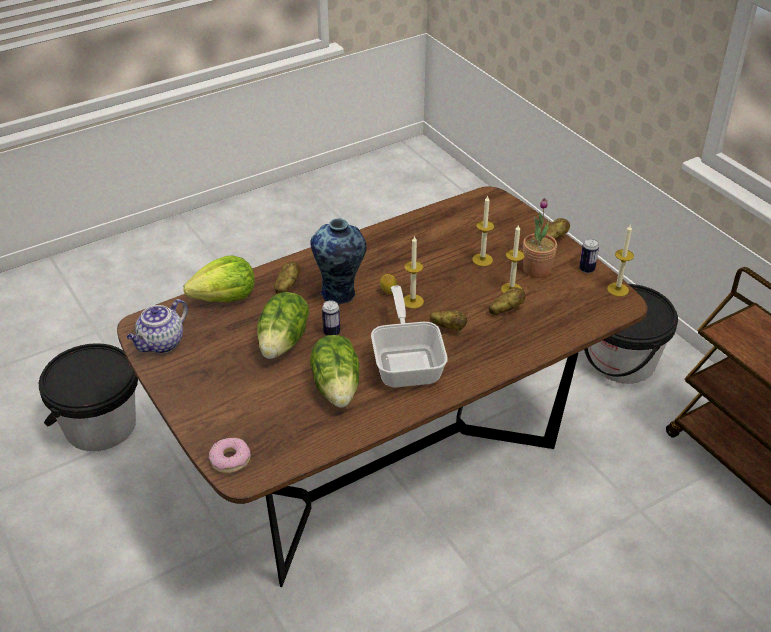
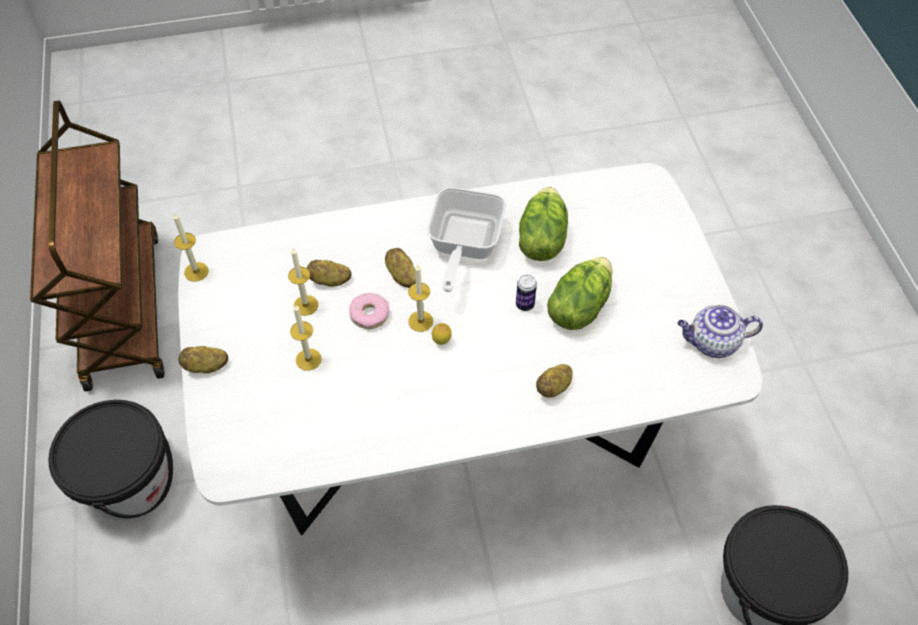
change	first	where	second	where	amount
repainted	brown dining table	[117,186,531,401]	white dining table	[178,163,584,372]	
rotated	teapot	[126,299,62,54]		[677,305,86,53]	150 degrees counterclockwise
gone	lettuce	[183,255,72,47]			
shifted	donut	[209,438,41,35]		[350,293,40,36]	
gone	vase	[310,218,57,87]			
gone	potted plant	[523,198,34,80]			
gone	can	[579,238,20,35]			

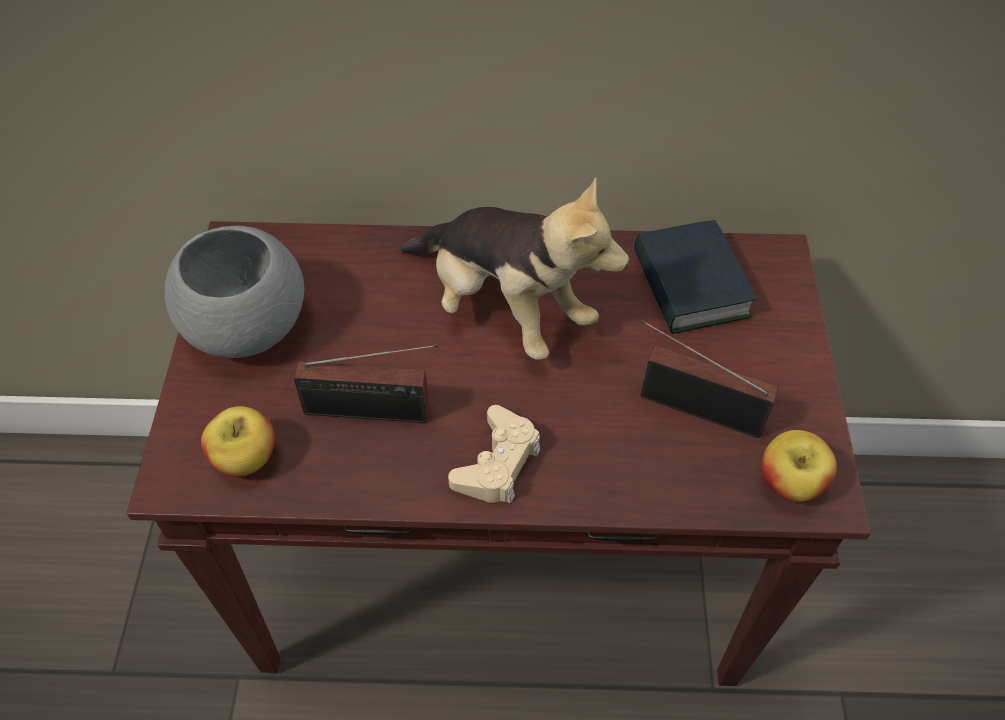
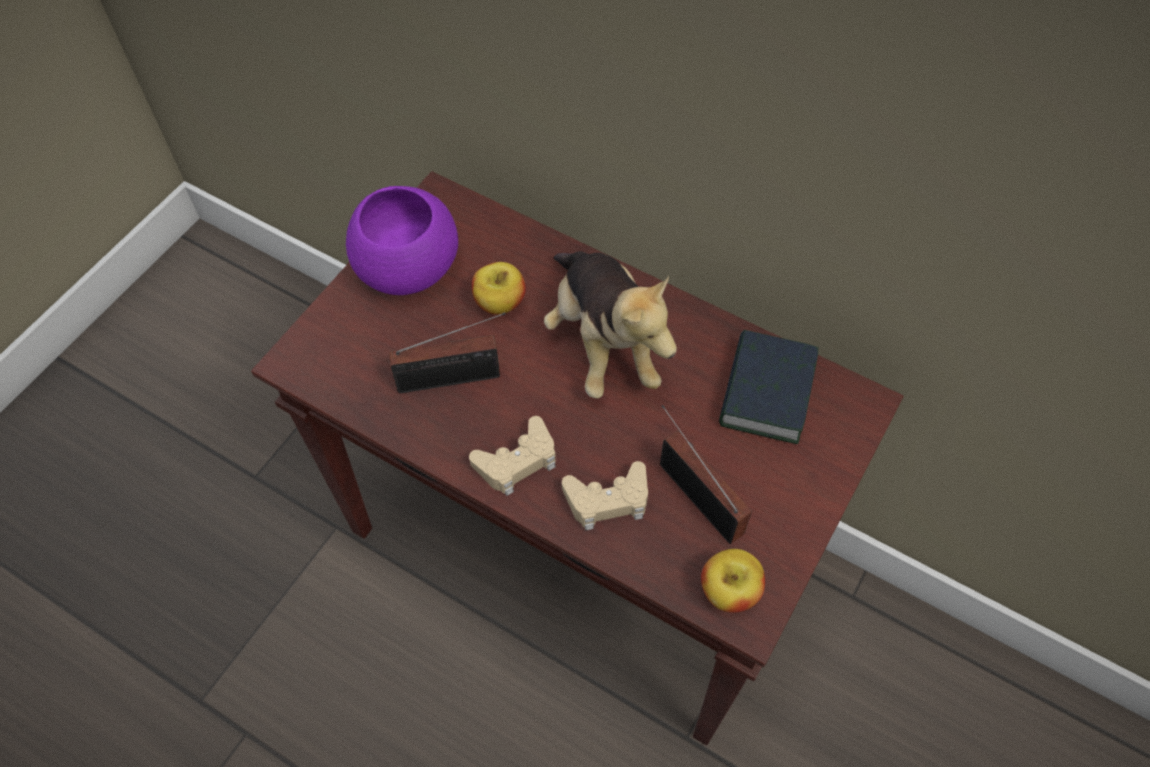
change	first	where	second	where	amount
repainted	grey bowl	[165,226,139,132]	purple bowl	[346,186,112,109]	
shifted	apple	[201,406,74,71]		[472,262,54,53]	
rotated	radio	[294,344,144,79]		[389,312,117,81]	45 degrees counterclockwise
new			beige game controller	[562,461,86,69]	

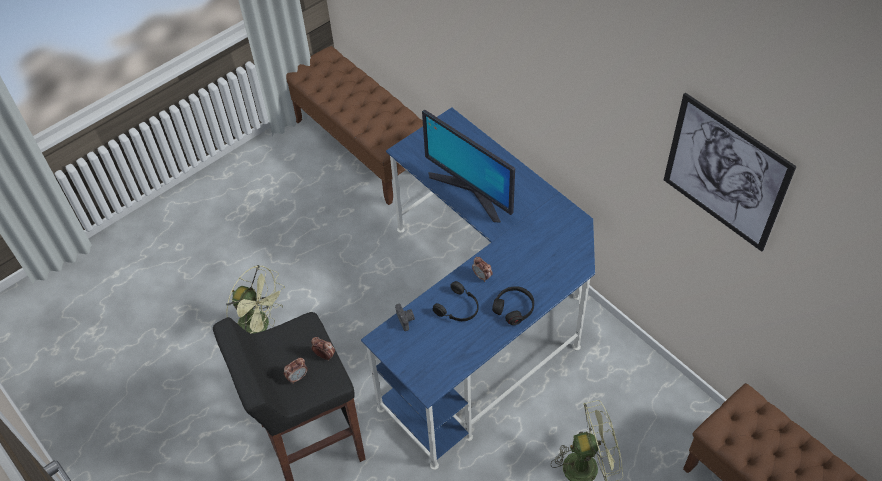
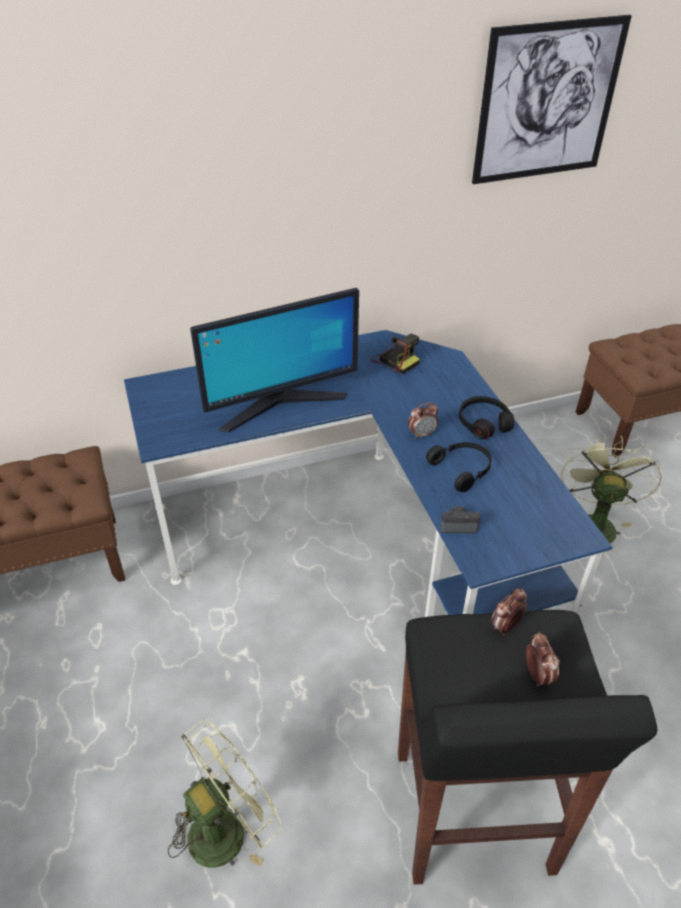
change	first	where	second	where	amount
new			photo camera	[371,334,49,40]	

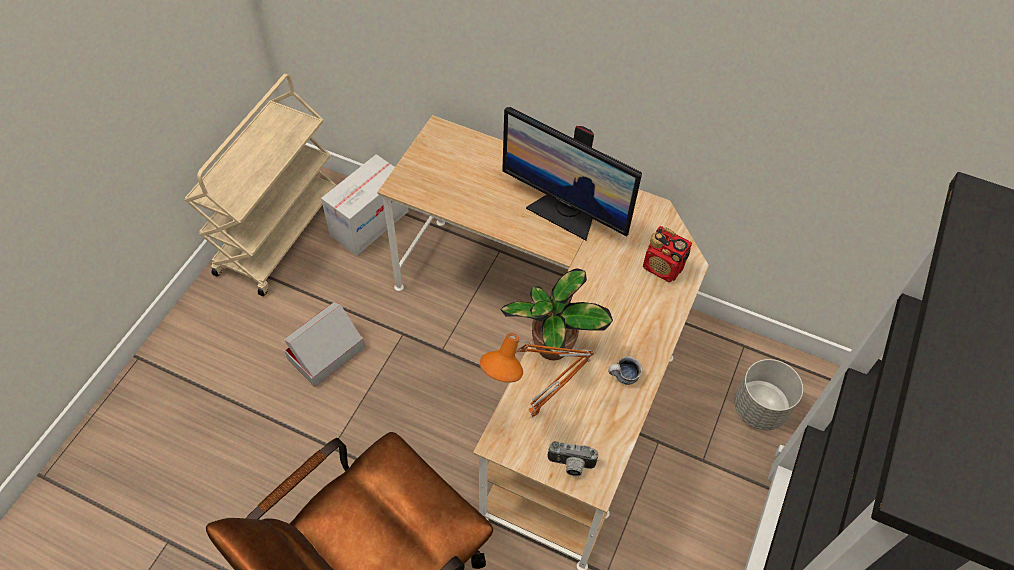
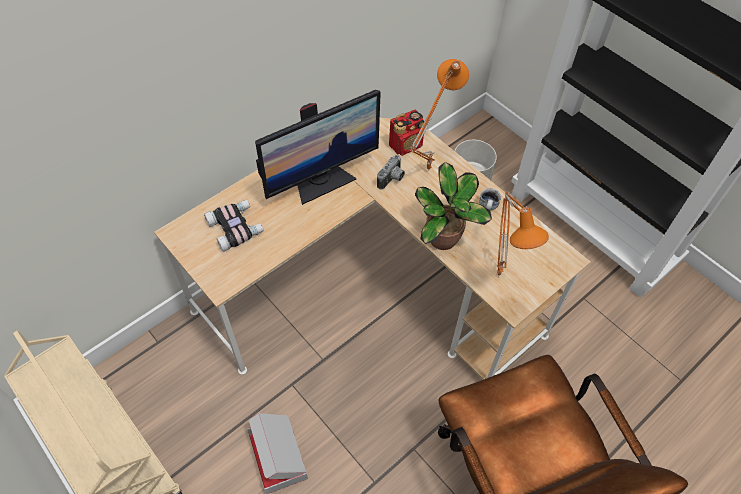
change	first	where	second	where	amount
gone	cardboard box	[321,154,88,102]			
shifted	photo camera	[548,441,51,35]		[377,155,28,34]	
new			binoculars	[204,200,60,52]	
new			orange table lamp	[410,59,59,112]	

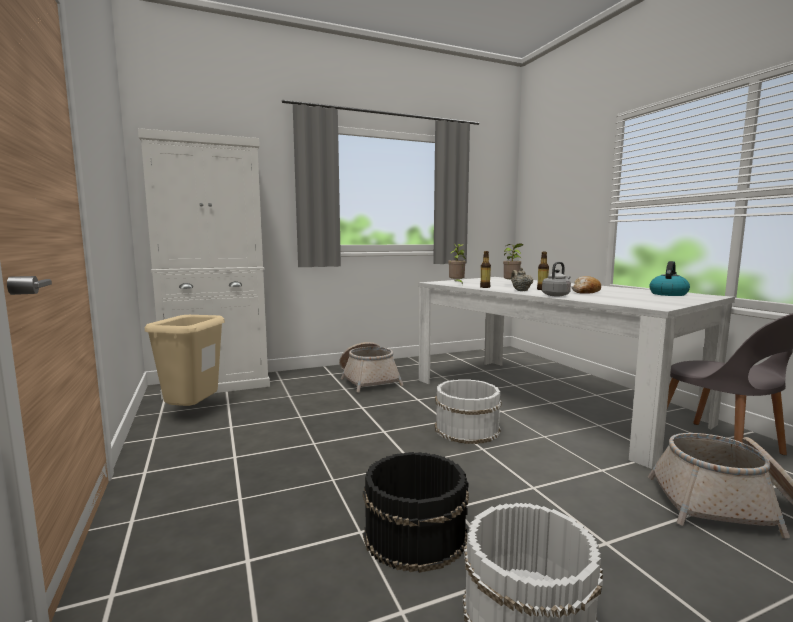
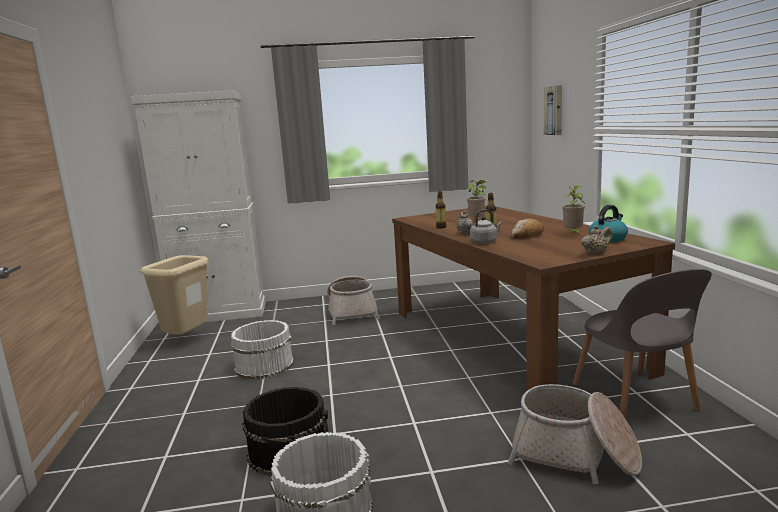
change	first	where	second	where	amount
repainted	white dining table	[418,277,317,192]	brown dining table	[392,206,283,185]	
shifted	white bucket	[435,379,67,65]		[231,320,63,59]	
shifted	potted plant	[448,243,18,42]		[562,185,23,51]	
new			picture	[544,85,18,50]	
new			beige teapot	[581,225,31,30]	

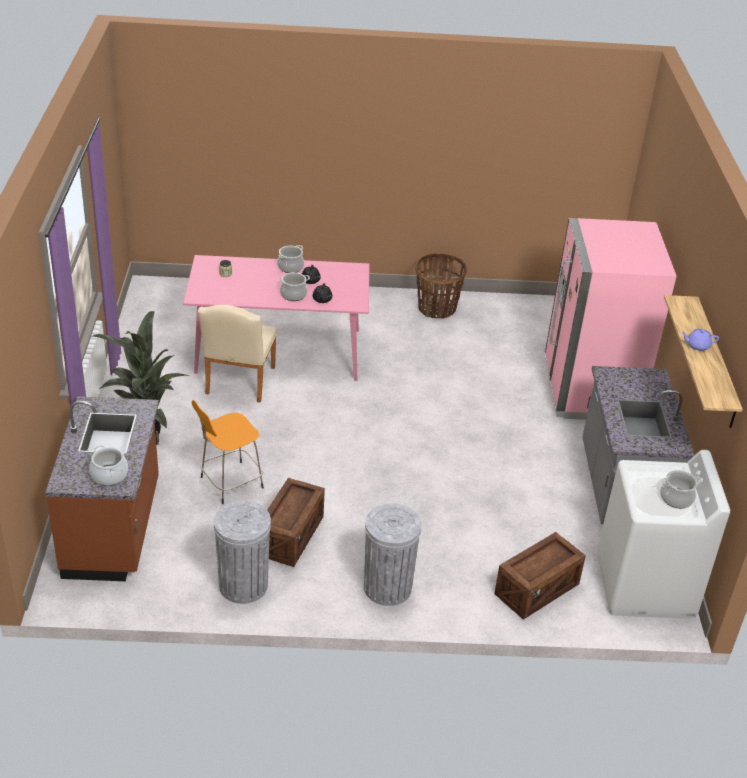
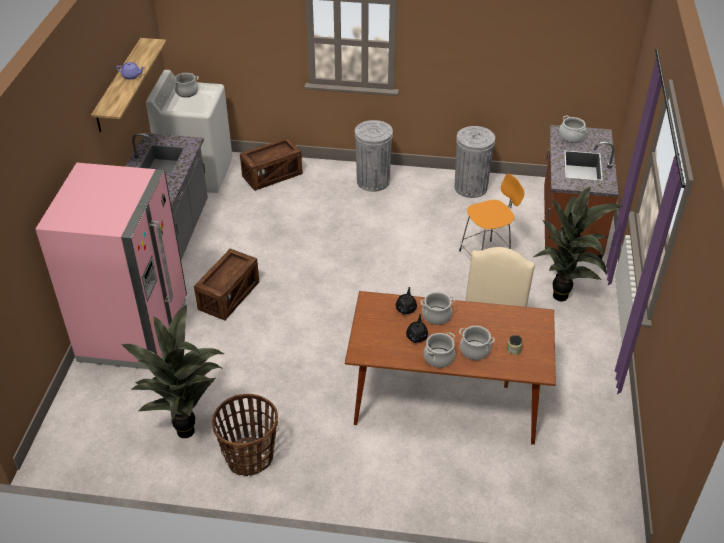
change	first	where	second	where	amount
repainted	pink dining table	[183,255,186,126]	brown dining table	[345,291,211,154]	
shifted	crate	[267,478,58,89]		[194,249,65,71]	
new			potted plant	[121,305,103,133]	
new			cooking pot	[459,326,36,34]	

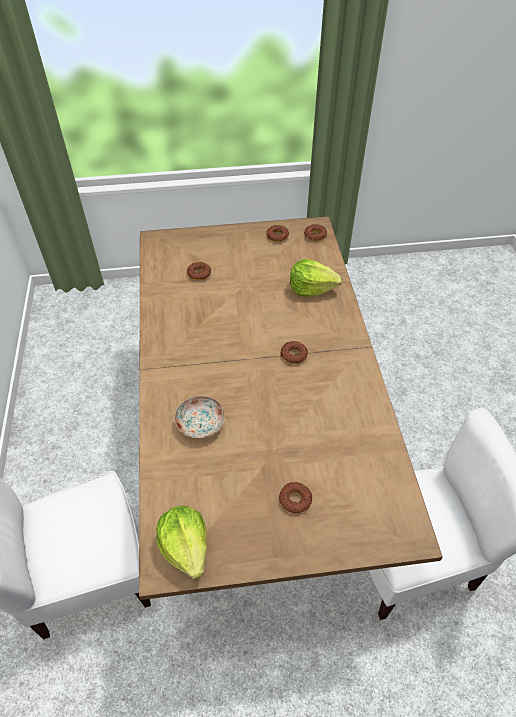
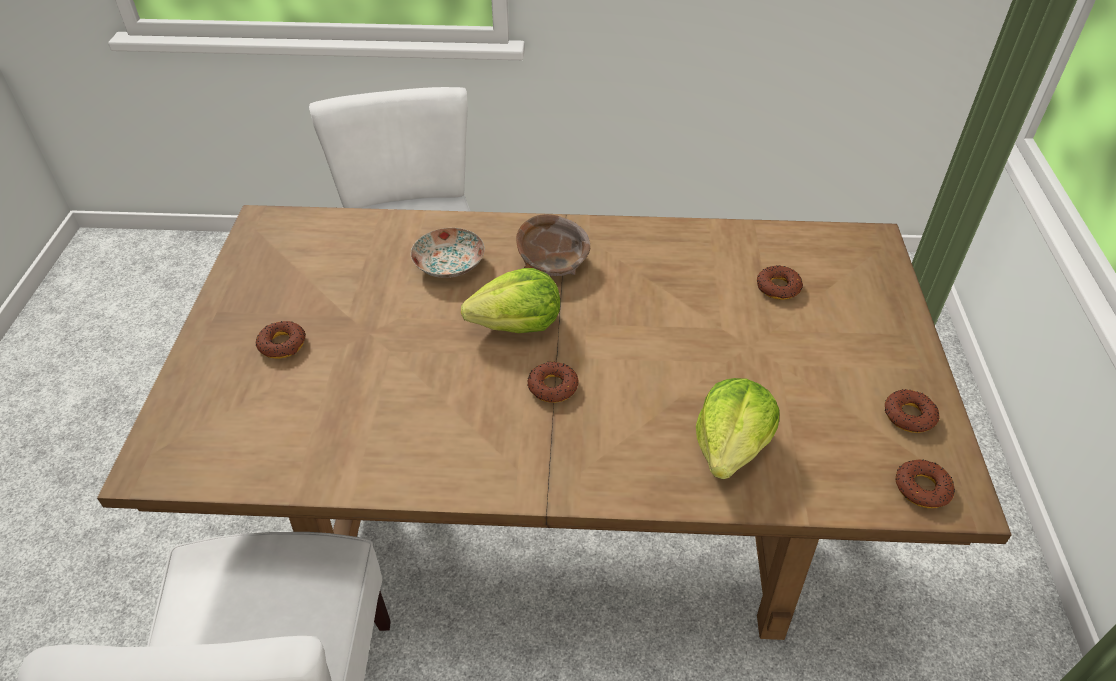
change	first	where	second	where	amount
shifted	lettuce	[156,506,51,73]		[461,268,99,65]	
new			brown bowl	[516,214,74,62]	

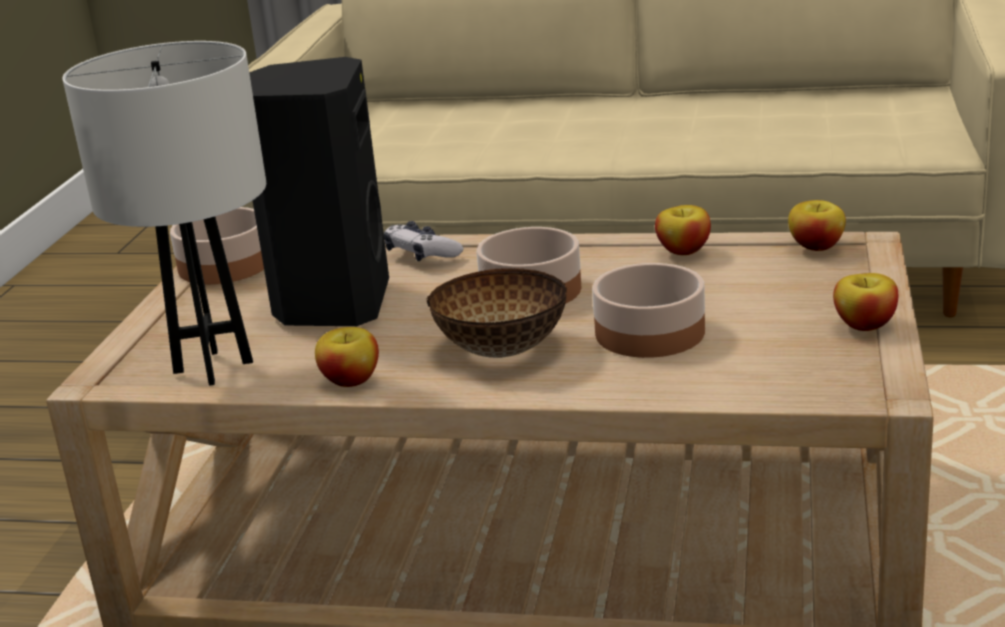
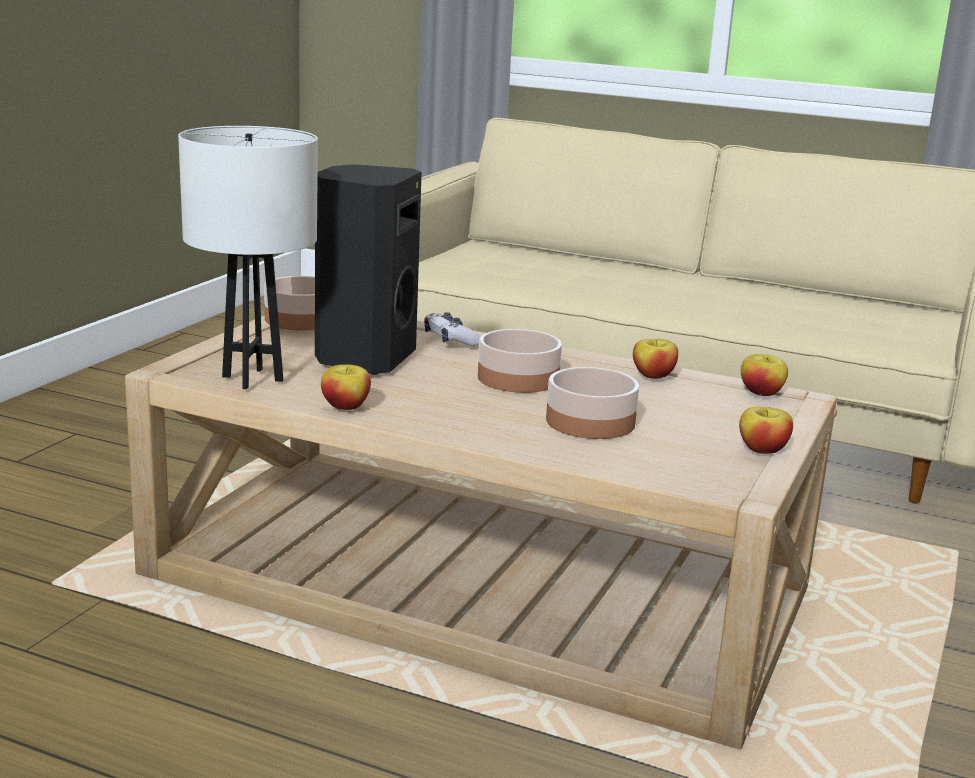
change	first	where	second	where	amount
gone	bowl	[426,268,141,90]			

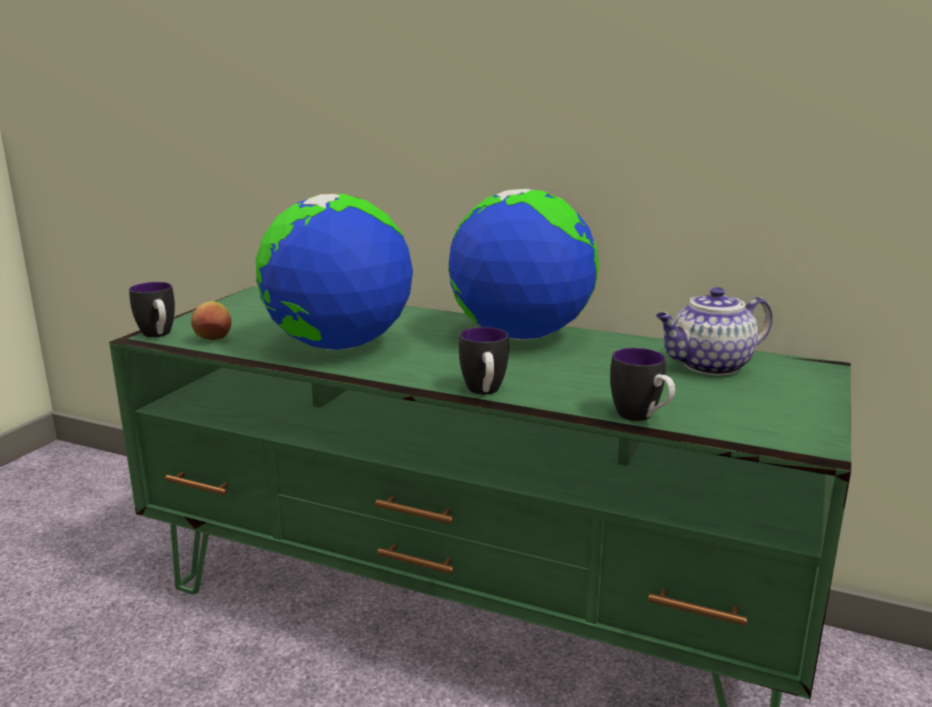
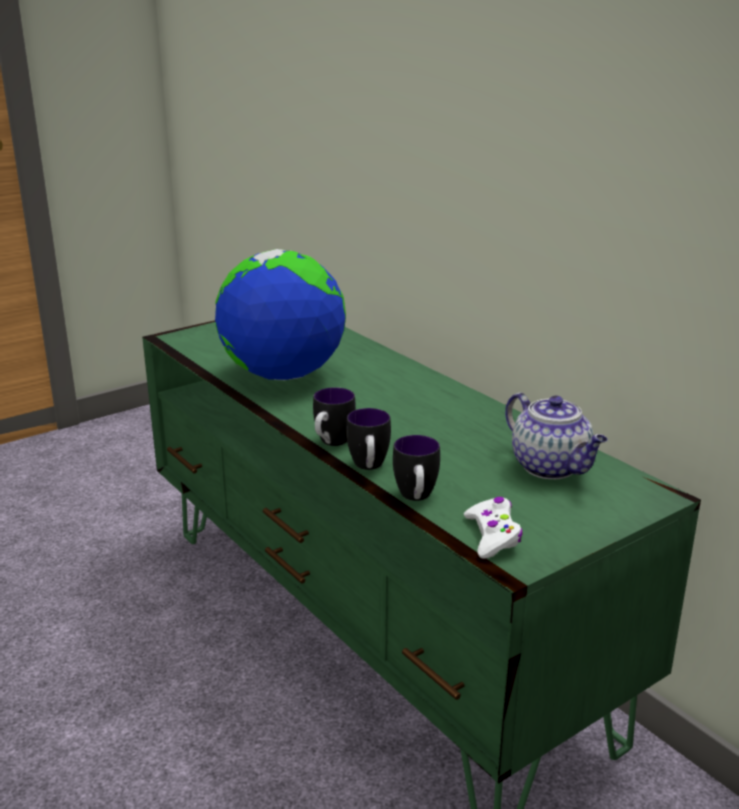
change	first	where	second	where	amount
shifted	mug	[129,282,46,55]		[346,408,45,62]	
gone	apple	[191,301,41,39]			
gone	globe	[448,189,151,151]			
rotated	teapot	[656,287,117,89]		[505,392,103,87]	135 degrees counterclockwise
new			white game controller	[464,497,59,62]	

